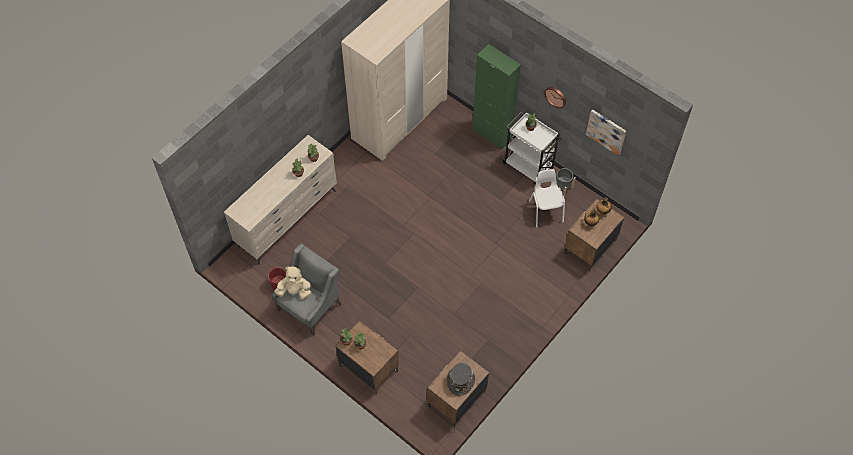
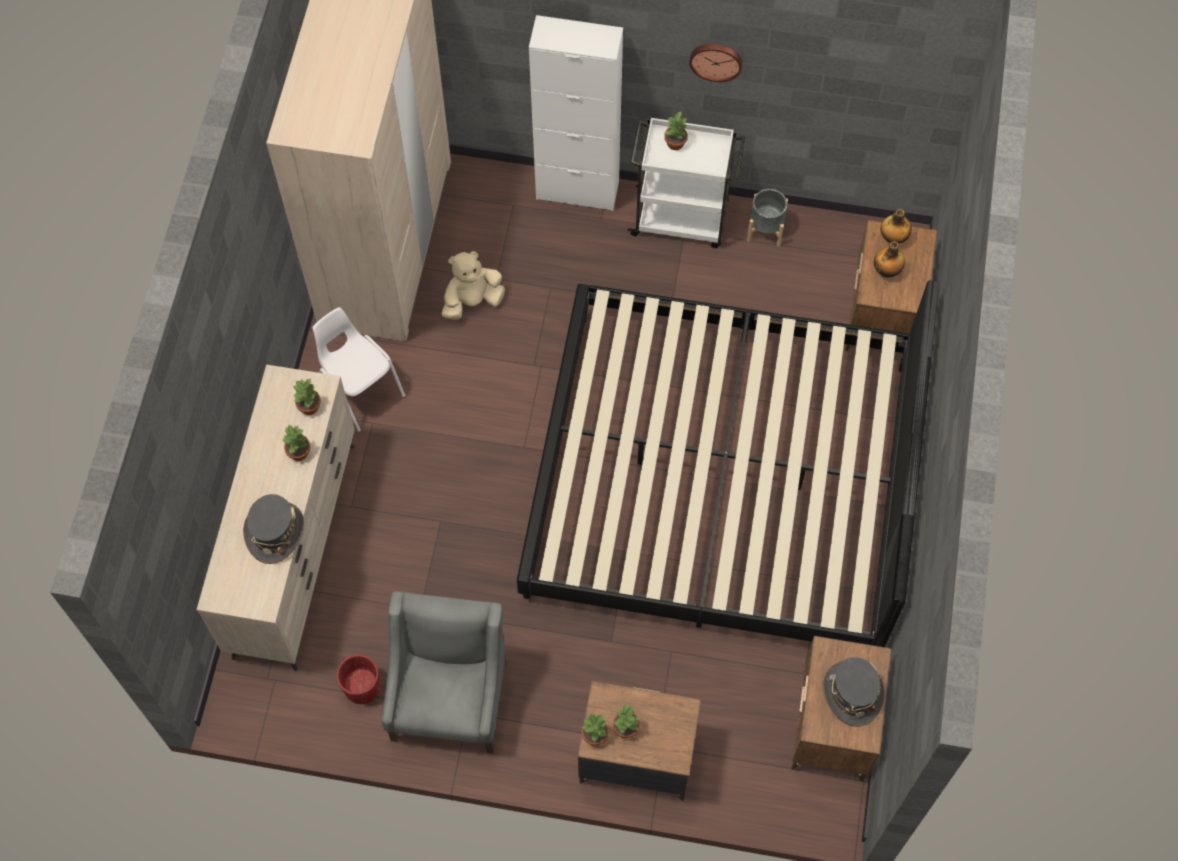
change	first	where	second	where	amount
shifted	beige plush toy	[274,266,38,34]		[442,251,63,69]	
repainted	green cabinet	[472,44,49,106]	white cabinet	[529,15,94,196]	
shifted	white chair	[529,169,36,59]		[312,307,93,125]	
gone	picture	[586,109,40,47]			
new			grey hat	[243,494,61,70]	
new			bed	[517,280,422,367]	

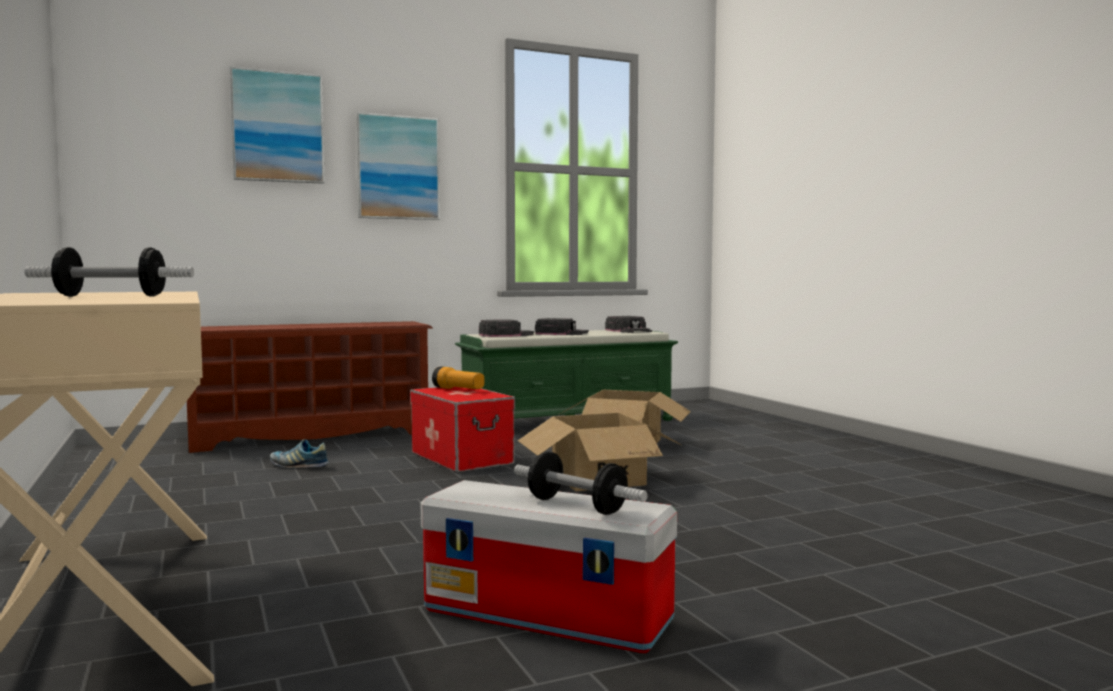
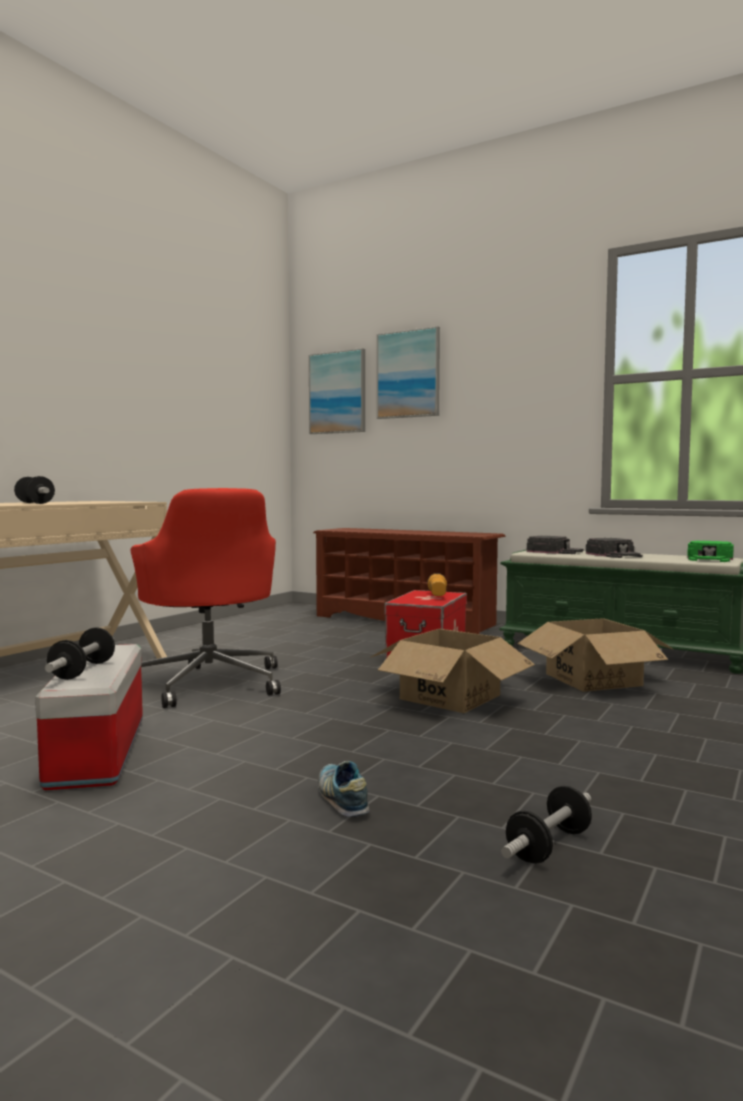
change	first	where	second	where	amount
shifted	shoe	[270,439,59,29]		[318,761,52,56]	
shifted	picture	[356,112,84,108]		[309,348,56,86]	
repainted	black cap	[605,316,47,17]	green cap	[687,541,47,21]	
new			red office chair	[130,488,151,220]	
new			dumbbell	[501,786,91,78]	

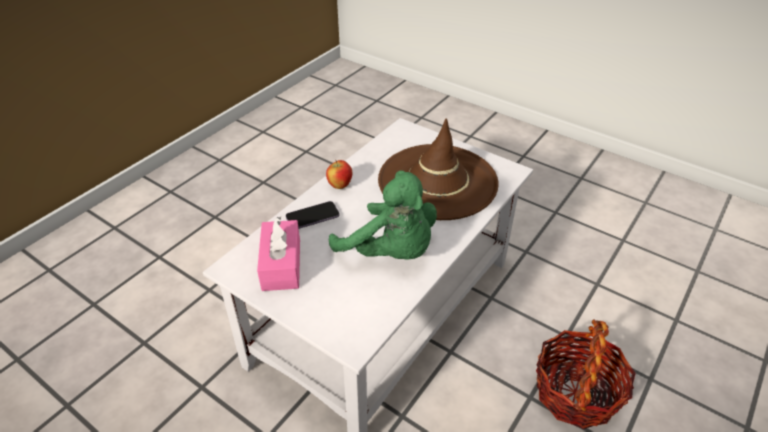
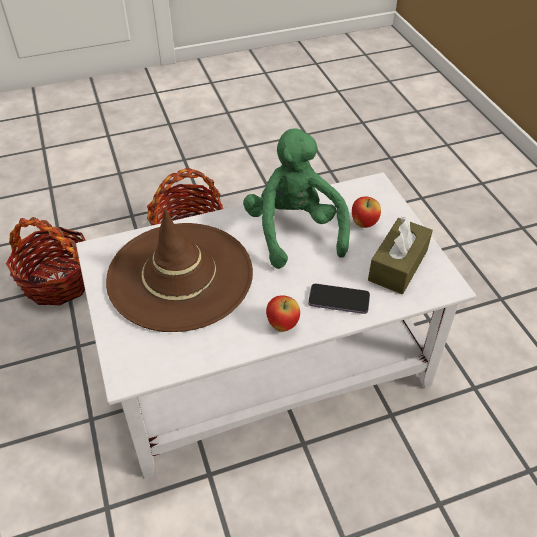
change	first	where	second	where	amount
repainted	pink tissue box	[257,217,43,74]	brown tissue box	[368,217,65,77]	
new			basket	[6,217,80,89]	
new			apple	[352,196,29,32]	

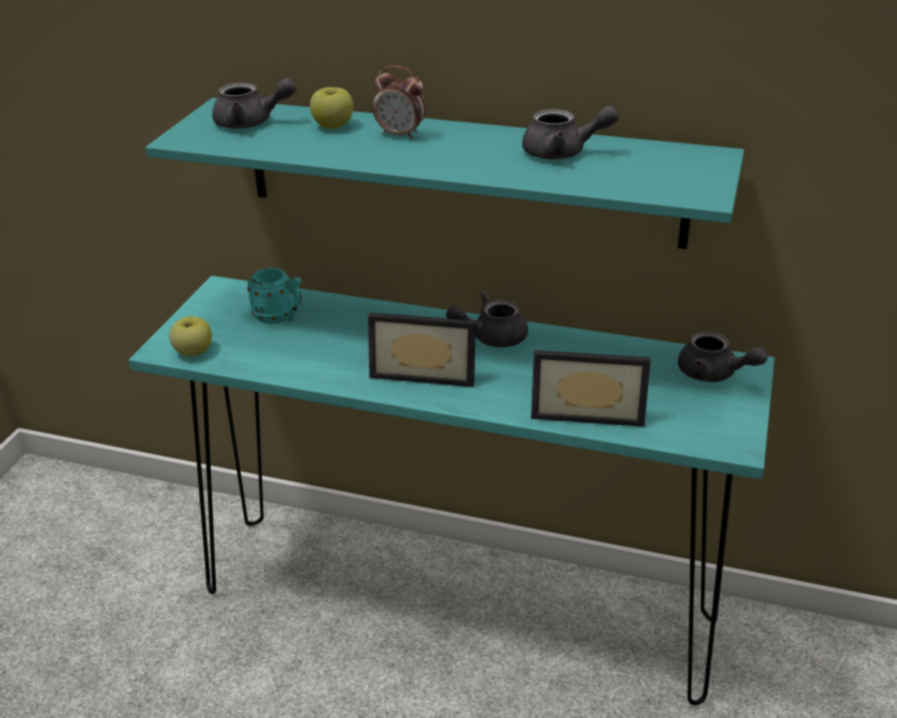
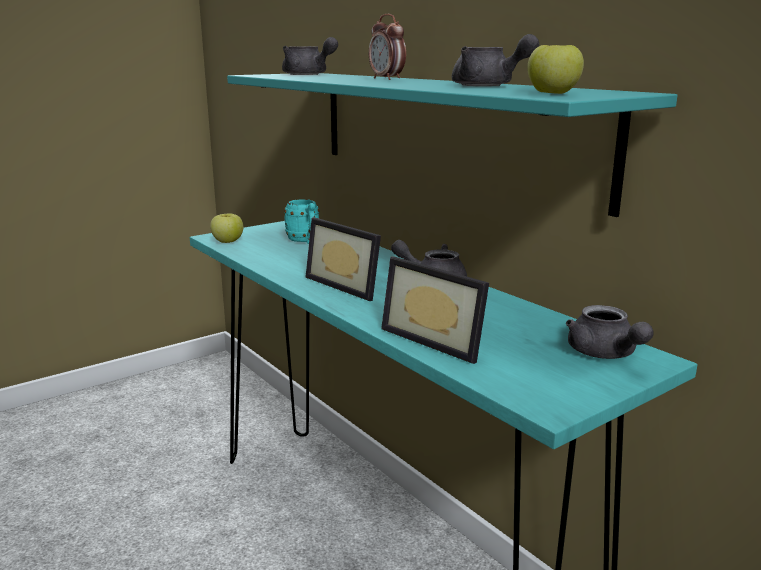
change	first	where	second	where	amount
shifted	apple	[310,87,43,42]		[527,45,57,49]	

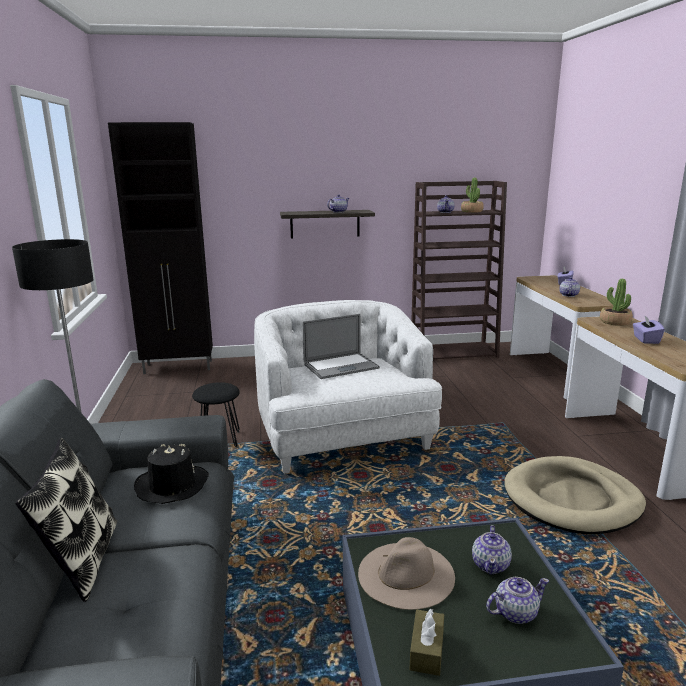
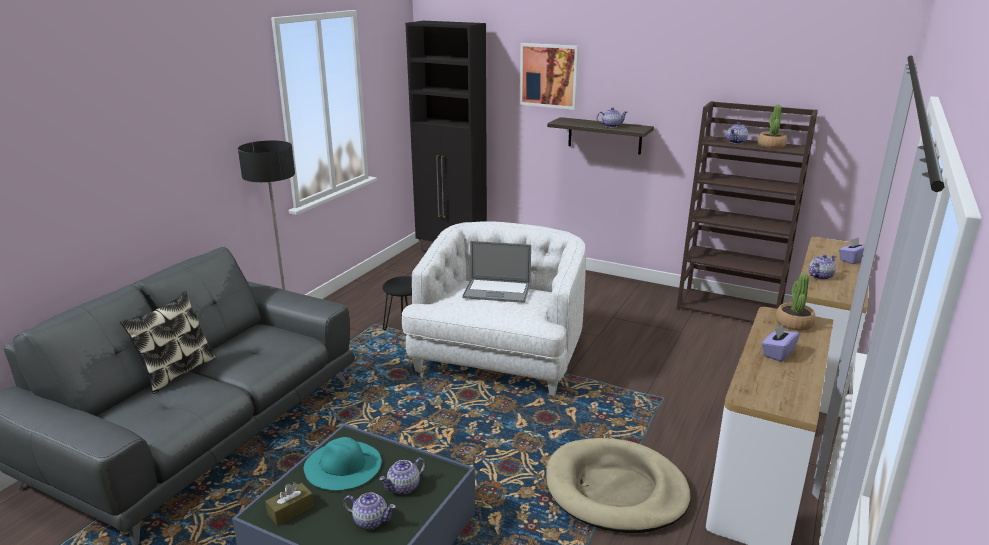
change	first	where	second	where	amount
gone	black hat	[134,444,75,60]			
repainted	beige hat	[358,537,97,73]	turquoise hat	[304,437,78,54]	
new			picture	[520,43,59,67]	

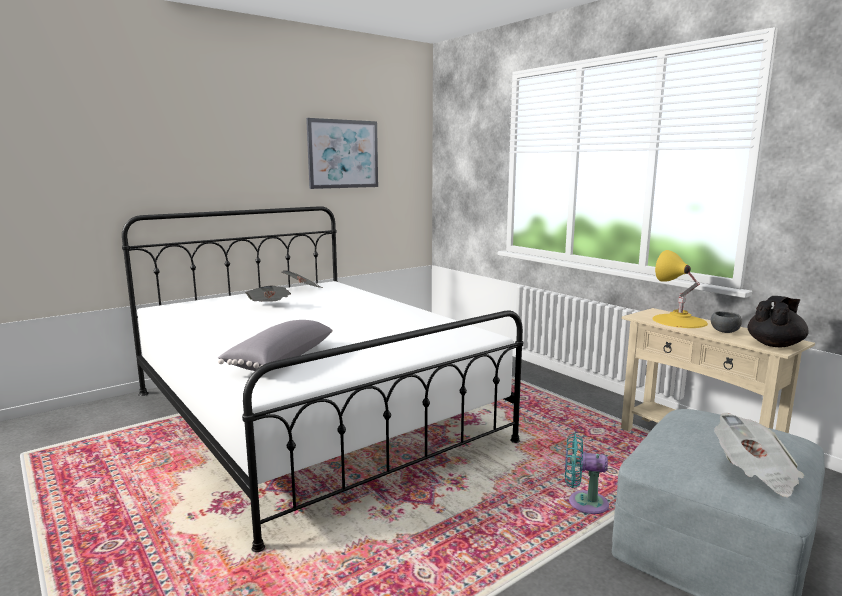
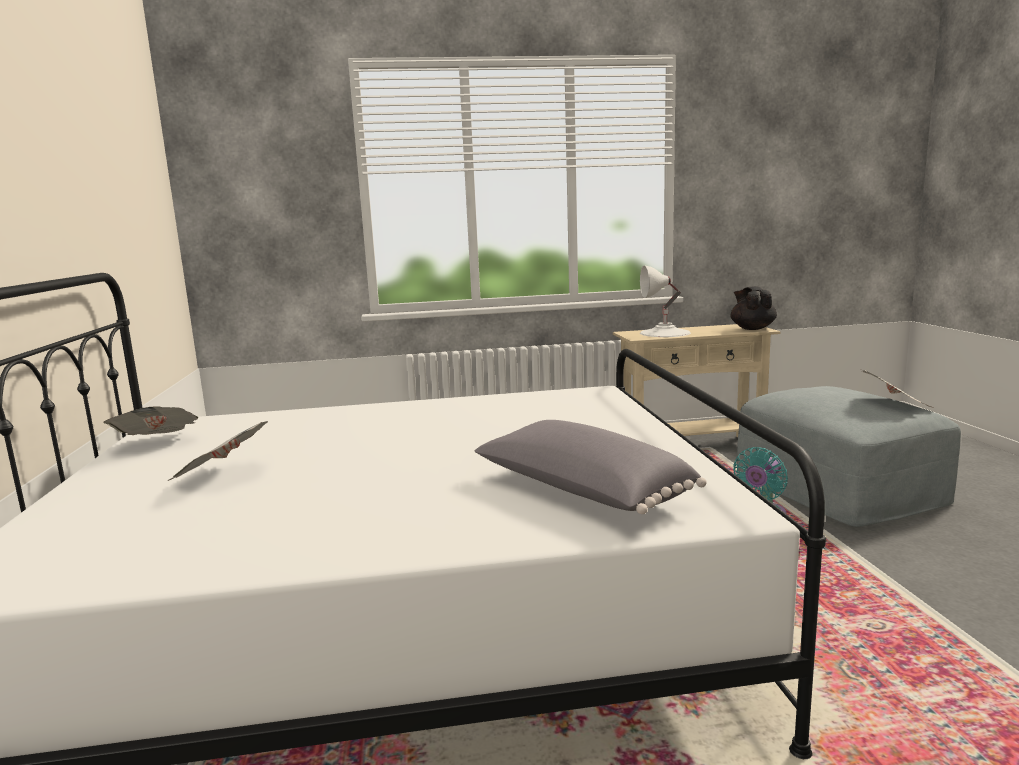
change	first	where	second	where	amount
gone	picture	[306,118,72,71]			
repainted	yellow table lamp	[652,250,56,78]	white table lamp	[640,265,51,72]	
gone	grey bowl	[711,311,31,22]			

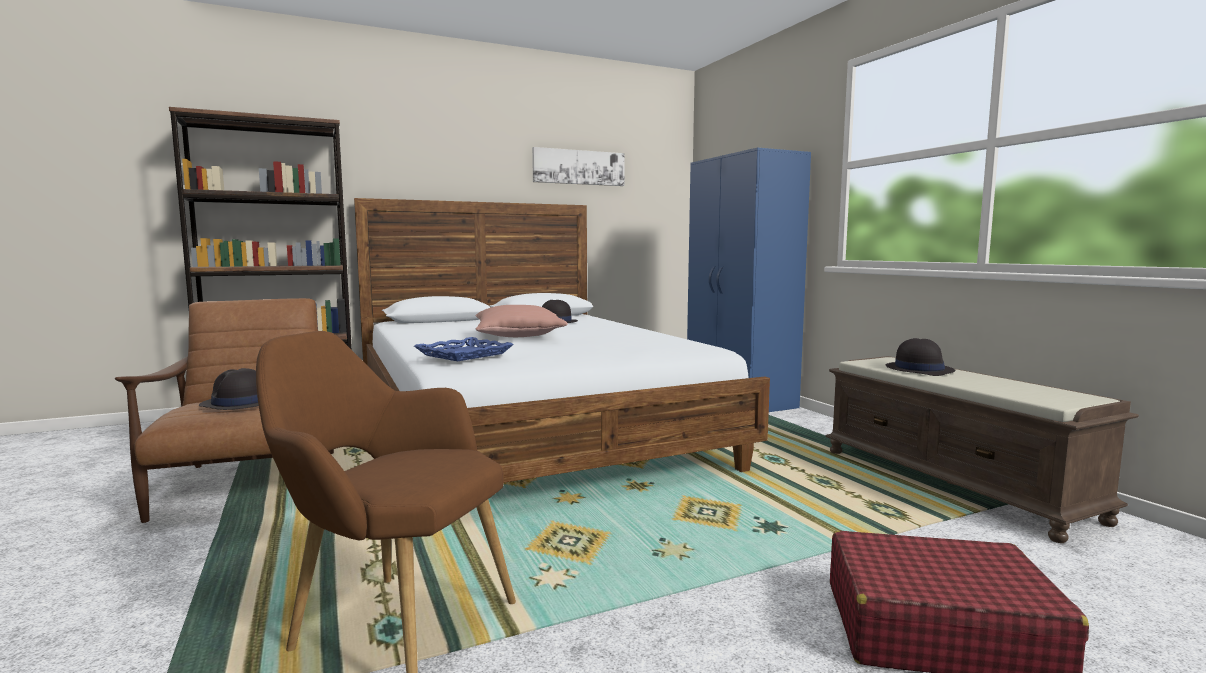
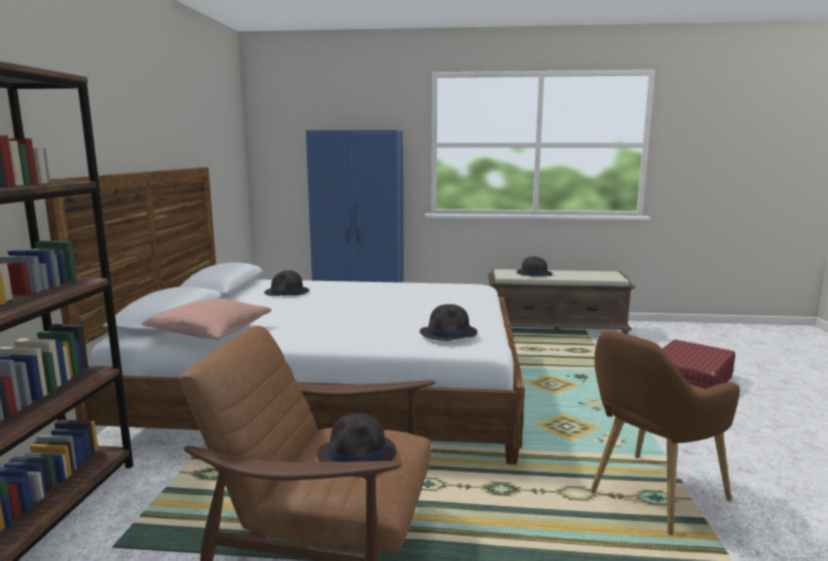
change	first	where	second	where	amount
swapped	blue tray	[414,337,100,24]	black hat	[420,304,58,37]	
shifted	pink pillow	[475,305,93,32]		[142,299,130,41]	
gone	picture	[532,147,93,39]			

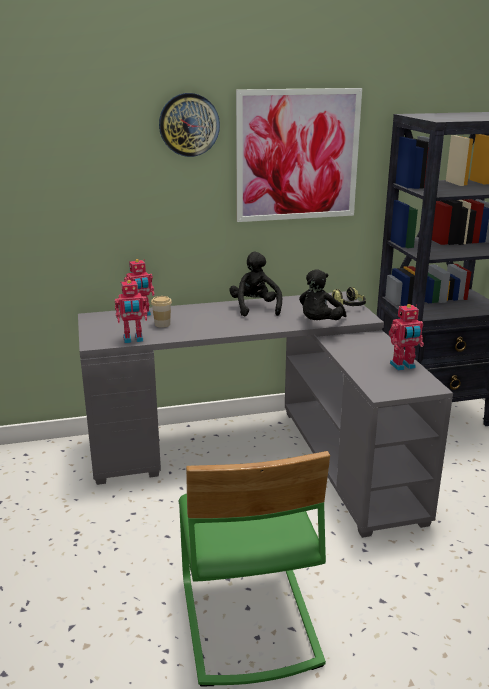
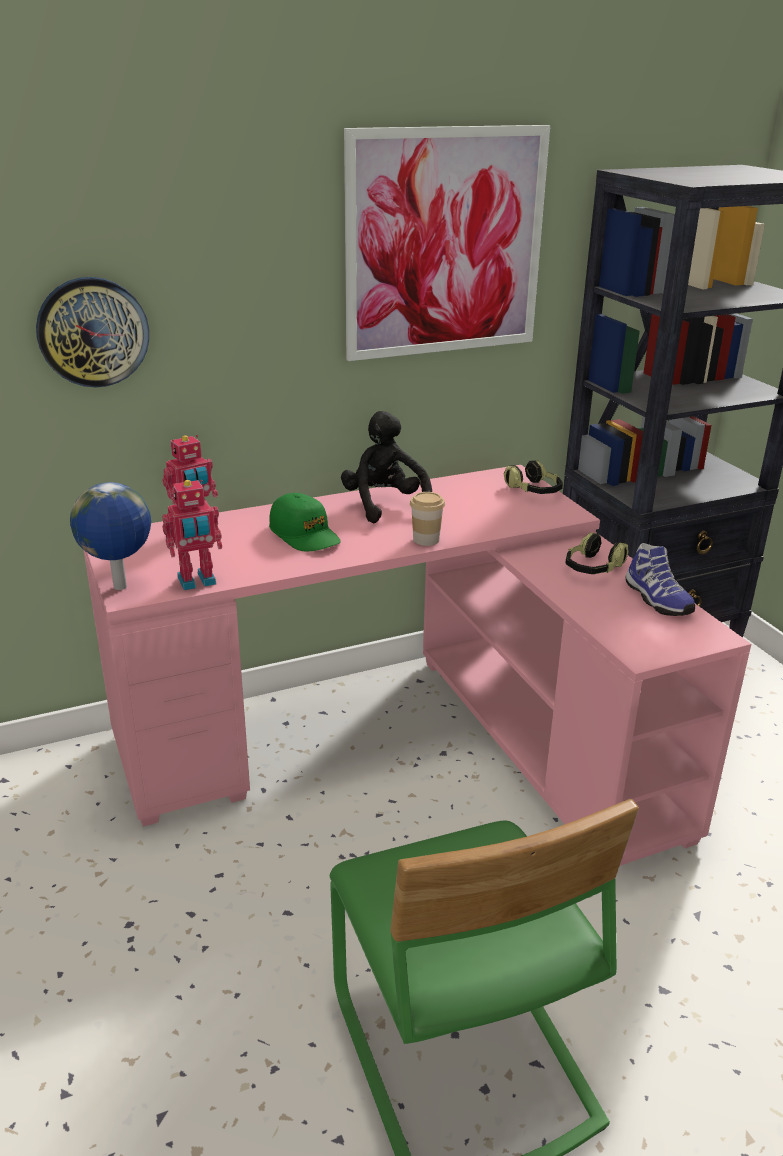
change	first	where	second	where	amount
repainted	grey desk	[78,291,375,247]	pink desk	[84,465,667,401]	
shifted	cup	[151,296,21,31]		[410,492,35,54]	
shifted	wall clock	[159,93,61,64]		[36,277,113,110]	
gone	black plush toy	[299,269,47,51]			
swapped	toy robot	[389,304,35,67]	shoe	[625,543,70,73]	
new			globe	[70,482,81,108]	
new			green cap	[269,493,72,59]	
new			headphones	[566,533,63,41]	

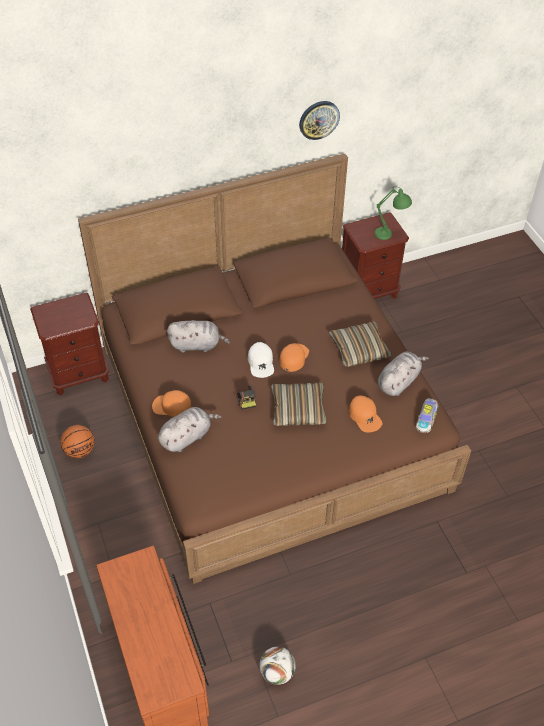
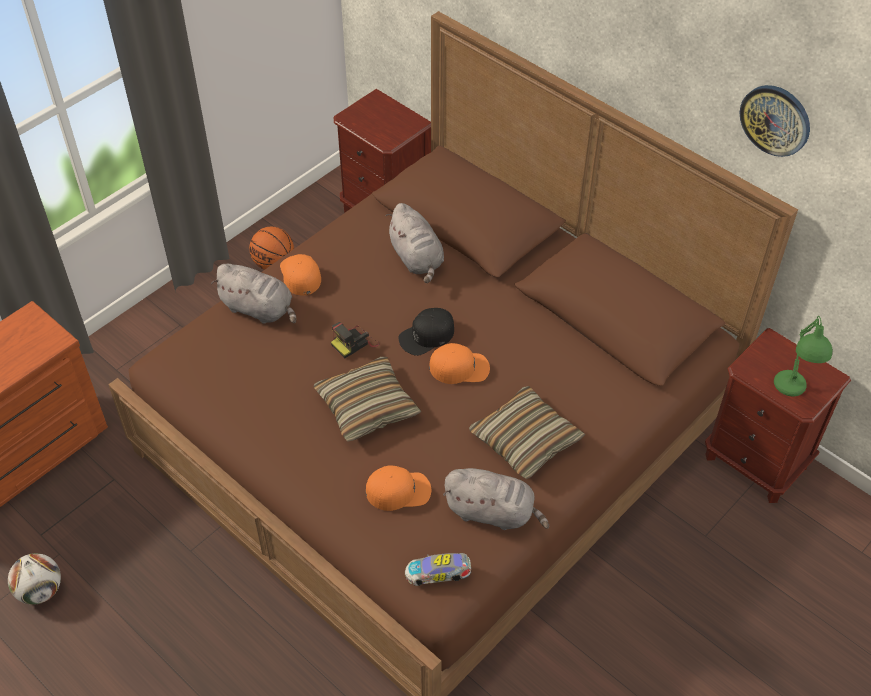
change	first	where	second	where	amount
repainted	white cap	[248,342,26,36]	black cap	[399,308,55,48]	
rotated	orange cap	[349,396,33,36]		[366,465,65,46]	135 degrees counterclockwise

